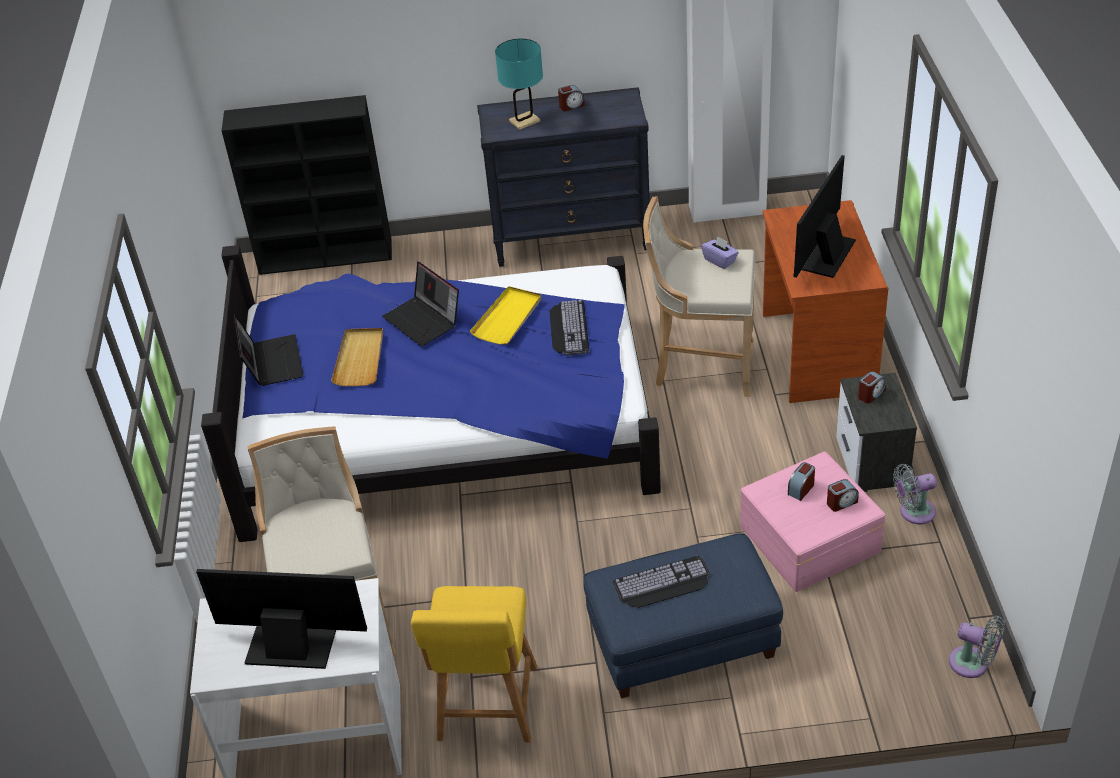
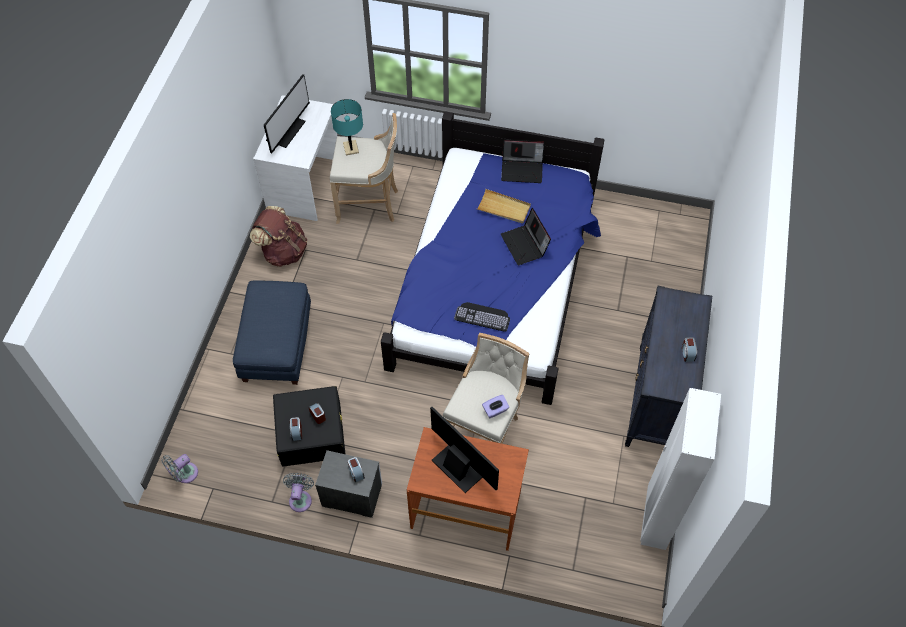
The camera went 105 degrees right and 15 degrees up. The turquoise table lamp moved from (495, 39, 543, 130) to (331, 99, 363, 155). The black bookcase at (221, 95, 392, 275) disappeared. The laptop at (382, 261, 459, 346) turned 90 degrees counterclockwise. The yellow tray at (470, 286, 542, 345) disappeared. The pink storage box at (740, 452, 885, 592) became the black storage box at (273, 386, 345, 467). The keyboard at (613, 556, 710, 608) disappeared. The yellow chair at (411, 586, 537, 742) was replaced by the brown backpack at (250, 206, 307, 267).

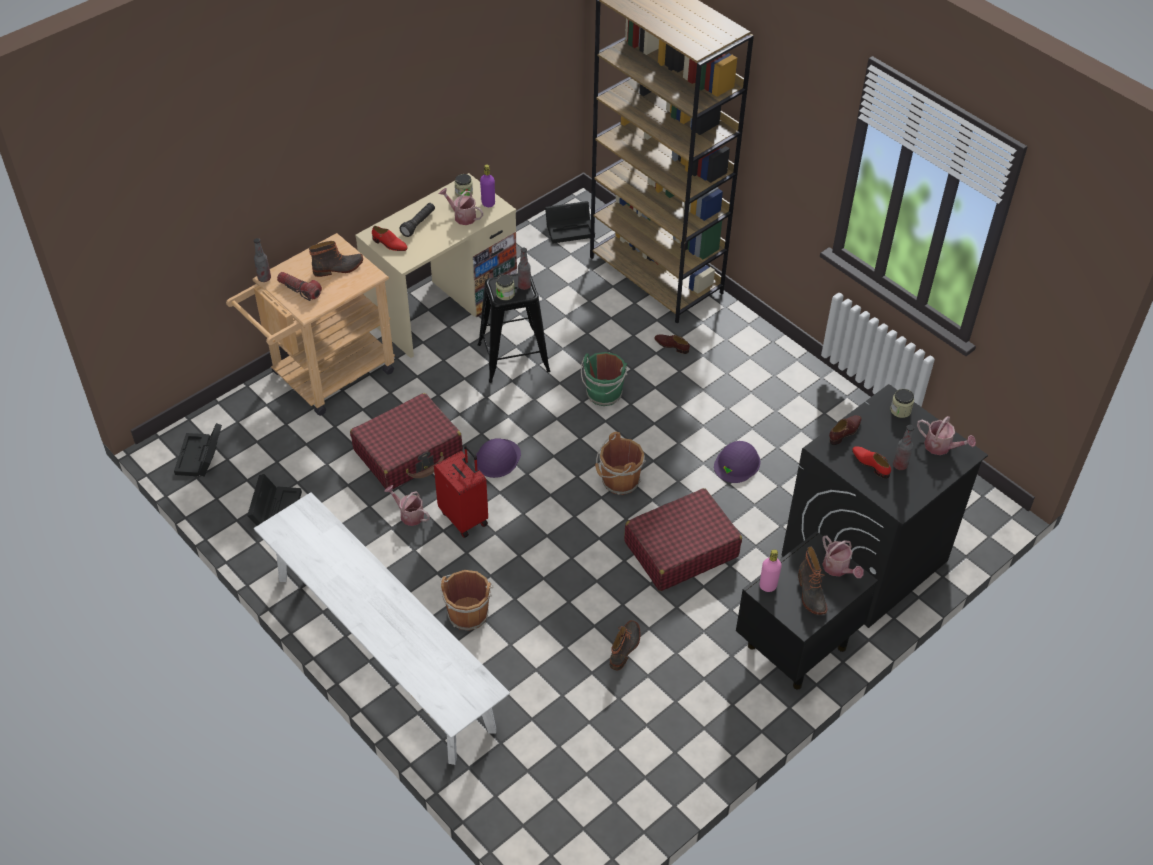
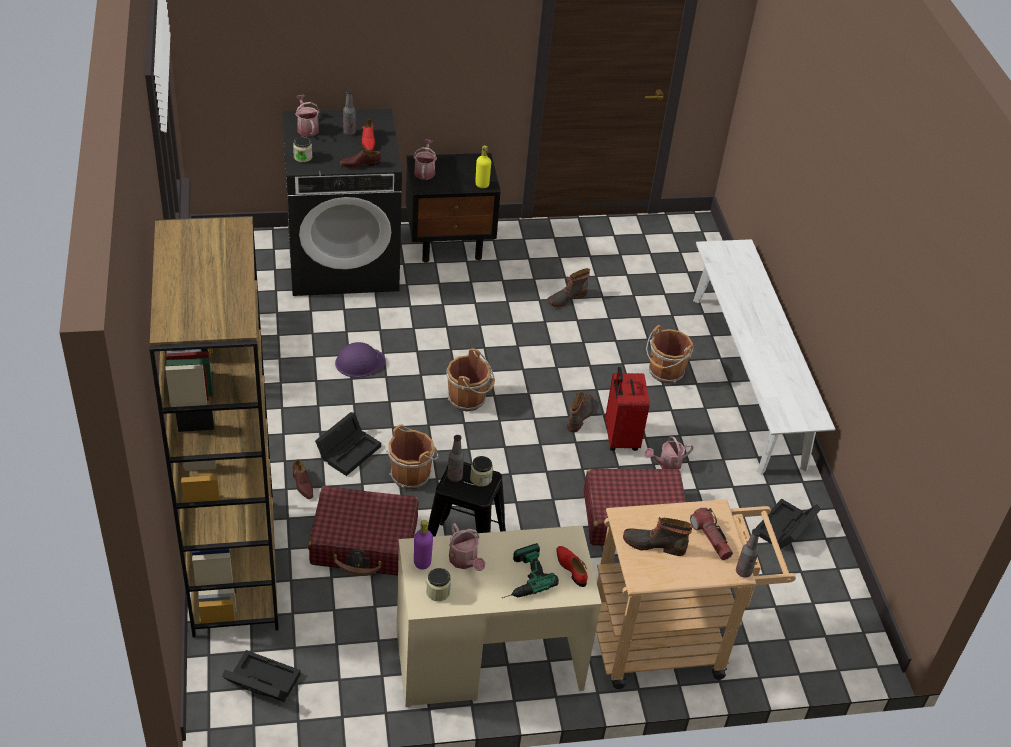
The camera went 150 degrees left and 5 degrees down. The black flashlight at (400, 203, 435, 237) was replaced by the power drill at (502, 543, 559, 598). The green bucket at (581, 352, 627, 406) became the brown bucket at (386, 425, 438, 489). The black storage box moved from (174, 423, 222, 476) to (315, 412, 381, 476). The purple hard hat at (474, 439, 521, 478) disappeared. The watering can at (385, 485, 430, 526) turned 90 degrees clockwise. The red suitcase moved from (624, 488, 742, 591) to (308, 486, 419, 576). The boot moved from (798, 546, 827, 615) to (567, 392, 594, 433). The pink bottle at (760, 549, 782, 592) became the yellow bottle at (475, 145, 491, 188).

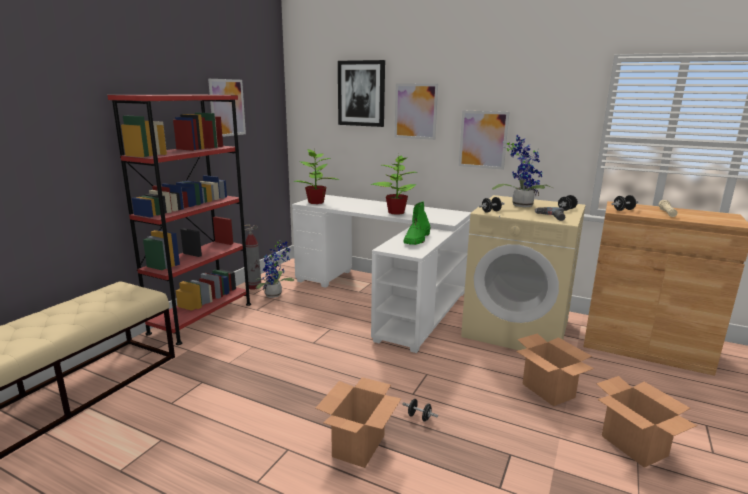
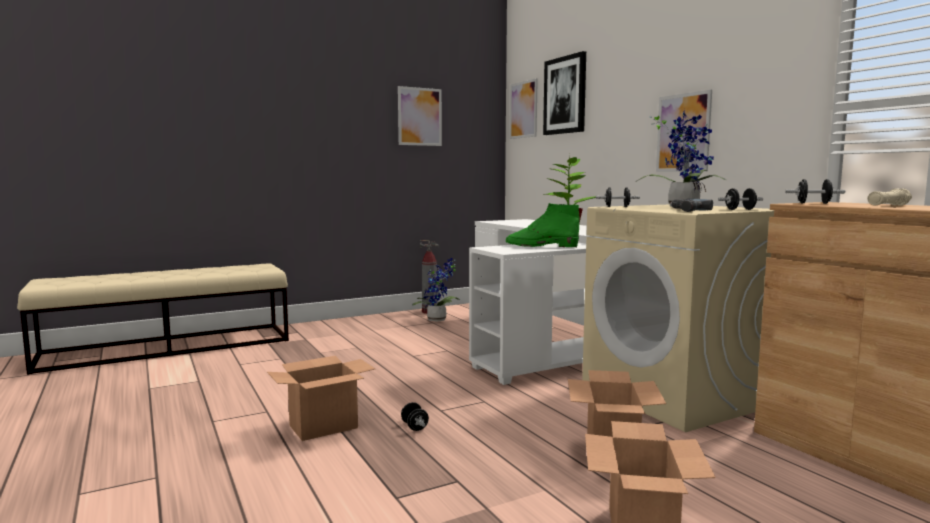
The camera went 35 degrees right and 10 degrees down. The picture moved from (394, 83, 438, 140) to (510, 78, 538, 139). The red bookcase at (107, 94, 251, 345) disappeared. The potted plant at (294, 149, 339, 204) disappeared. The green boot at (403, 202, 430, 245) turned 45 degrees clockwise.

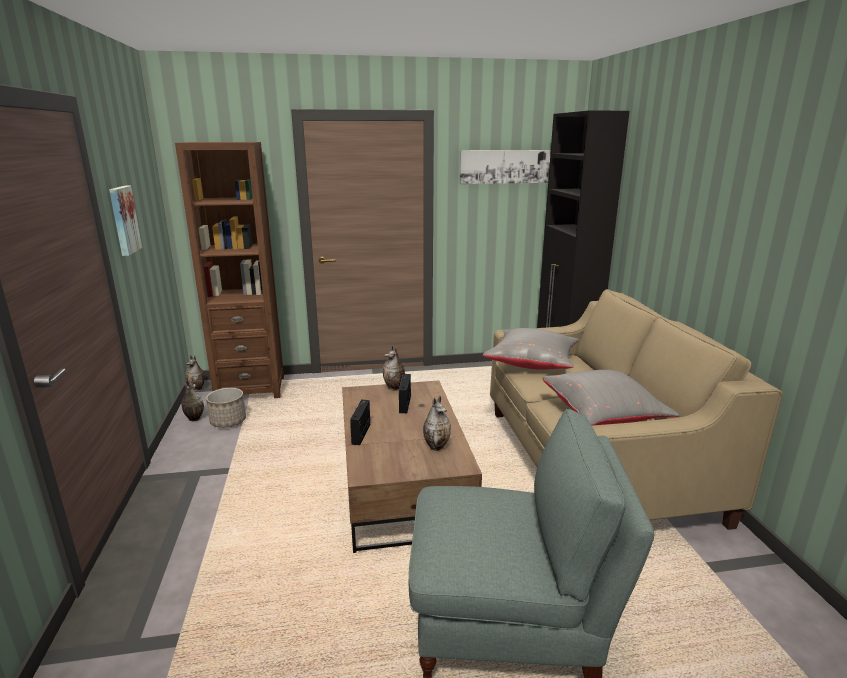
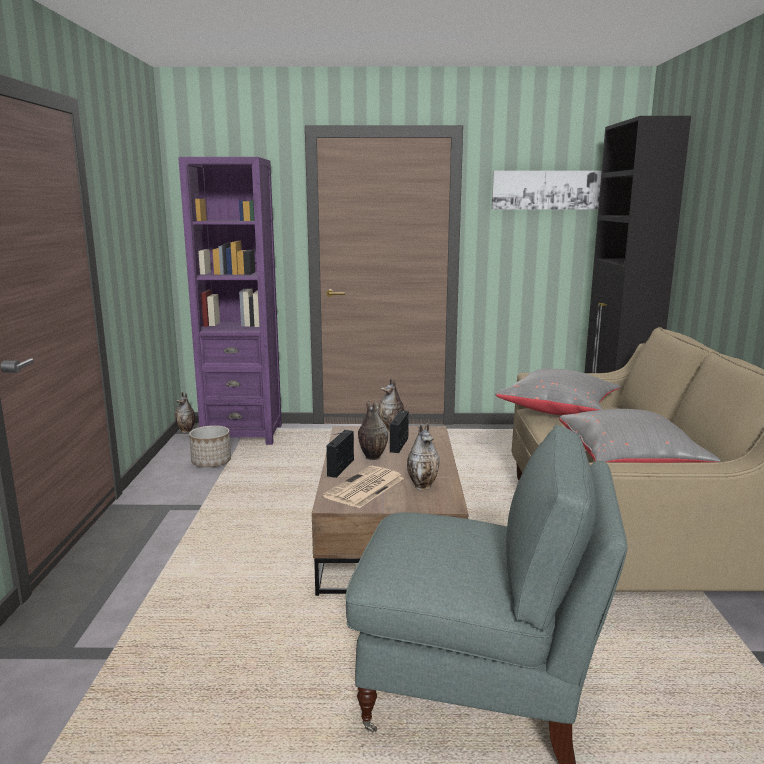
The camera went 10 degrees right and 5 degrees down. The brown bookcase at (175, 142, 284, 398) became the purple bookcase at (178, 157, 282, 445). The picture at (109, 186, 142, 256) disappeared. The vase moved from (181, 382, 204, 421) to (358, 401, 388, 460). The newspaper at (323, 466, 404, 508) appeared.

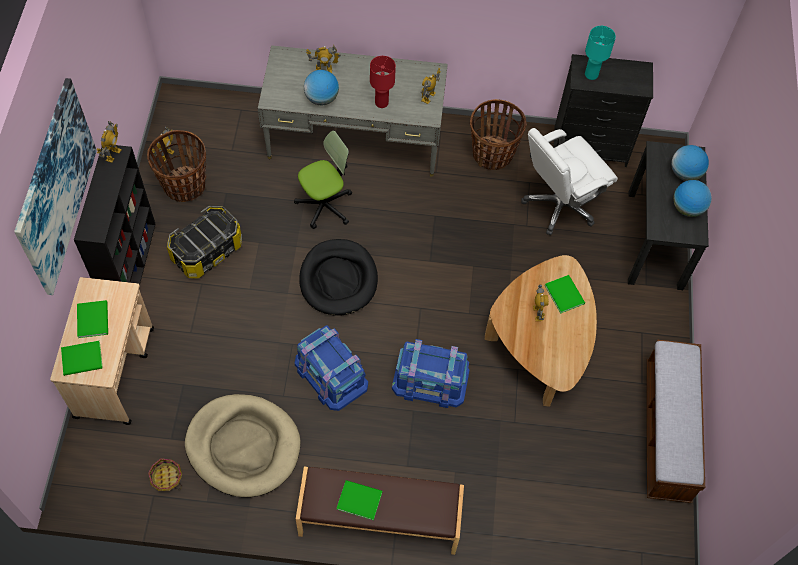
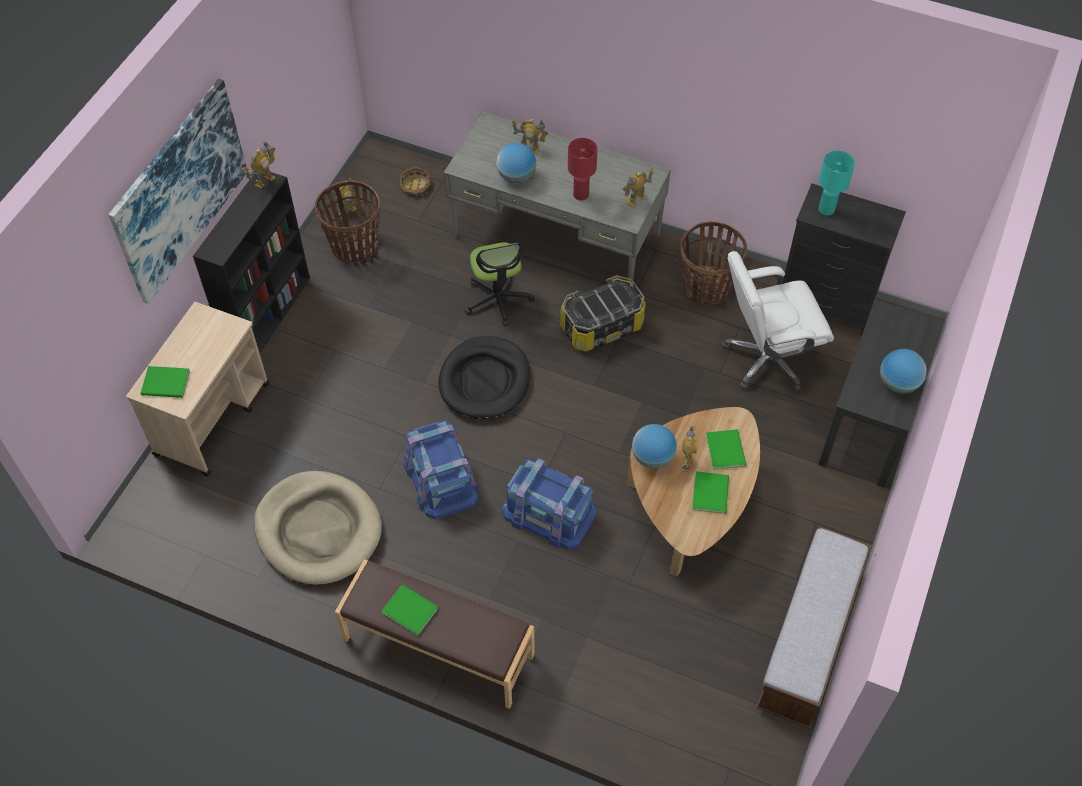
The camera went 20 degrees right and 5 degrees down. The office chair at (294, 130, 352, 229) turned 90 degrees clockwise. The globe moved from (671, 145, 709, 181) to (632, 424, 677, 469). The storage box moved from (167, 206, 242, 278) to (560, 275, 646, 352). The green book moved from (77, 300, 108, 338) to (692, 471, 729, 514). The basket moved from (148, 458, 182, 491) to (400, 167, 431, 196).

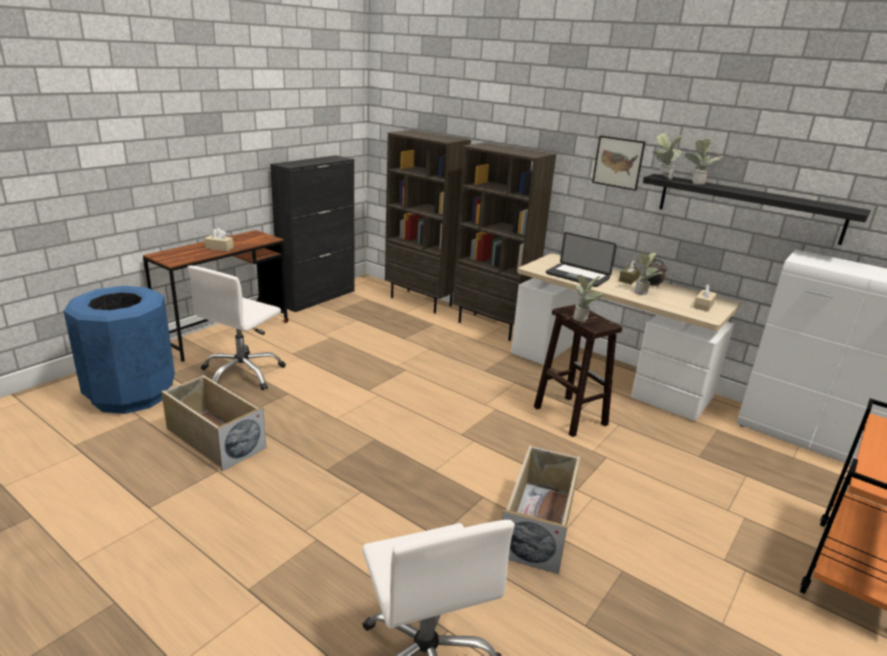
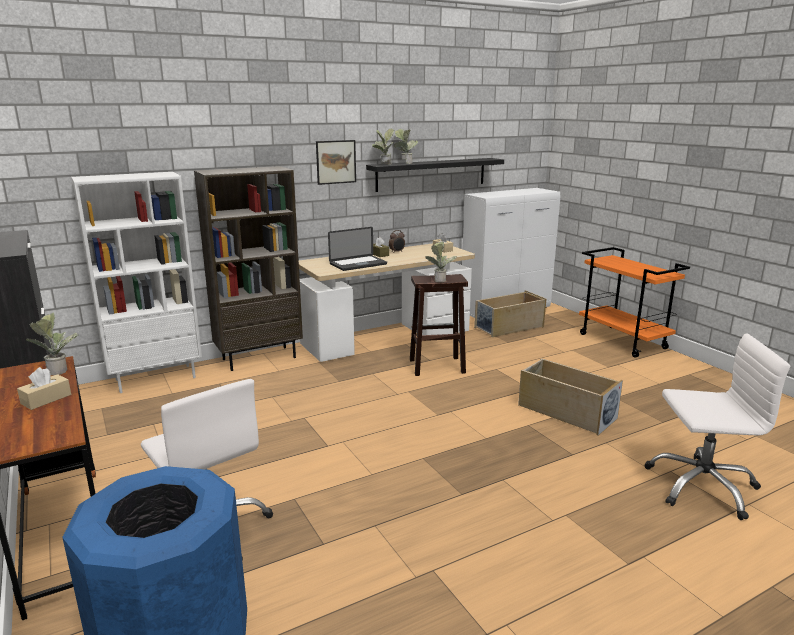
The camera went 65 degrees left and 5 degrees down. The brown bookcase at (385, 130, 471, 314) became the white bookcase at (72, 172, 202, 393). The potted plant moved from (633, 253, 662, 295) to (26, 312, 78, 376). The beige storage box moved from (161, 375, 266, 471) to (474, 290, 546, 337).

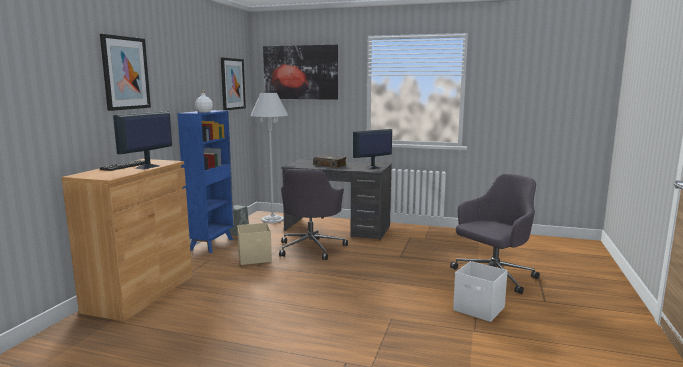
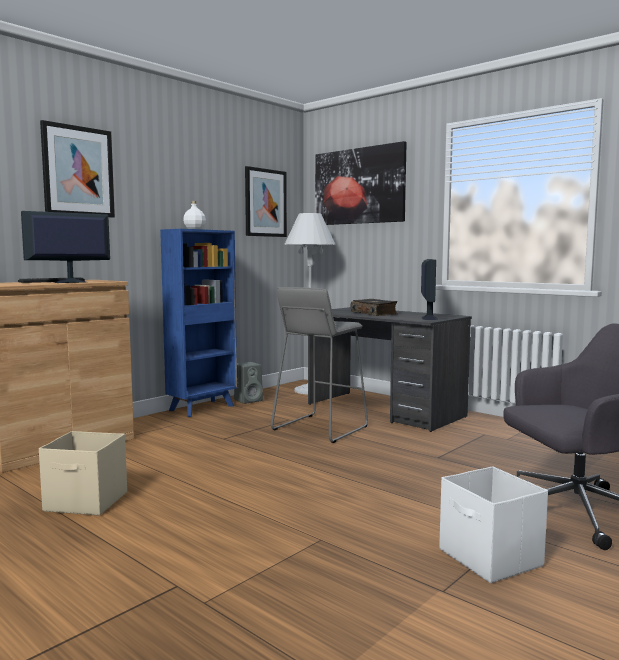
The camera went 25 degrees right and 5 degrees down. The monitor at (353, 129, 392, 170) turned 105 degrees clockwise. The grey office chair at (279, 169, 348, 260) was replaced by the grey stool at (271, 287, 368, 443). The beige storage box moved from (237, 223, 272, 265) to (39, 431, 127, 516).

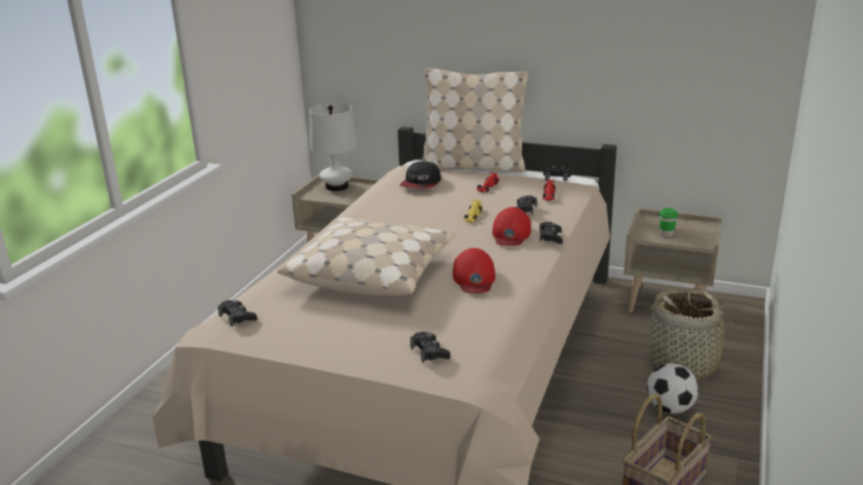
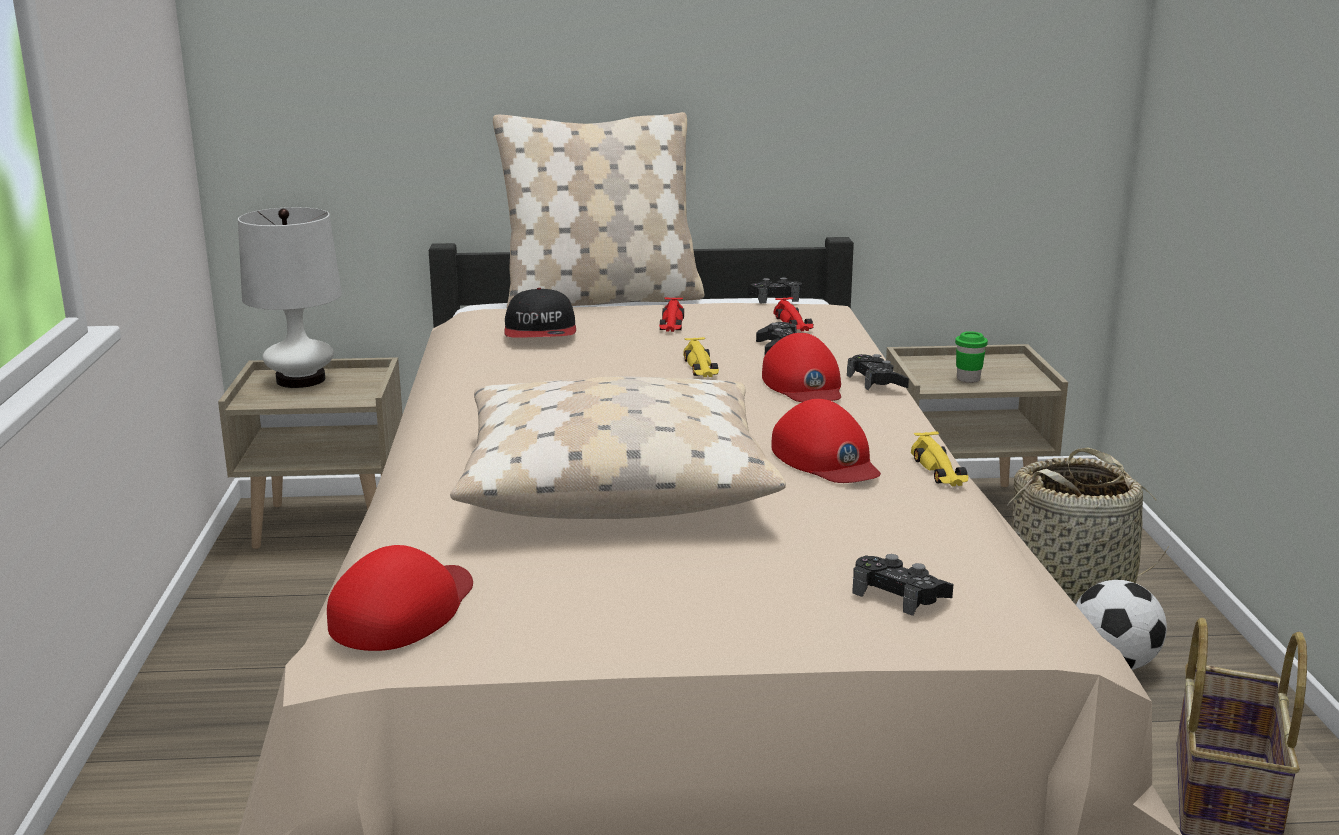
The camera went 25 degrees left and 5 degrees down. The black game controller at (218, 300, 257, 327) was replaced by the red cap at (327, 545, 473, 651). The yellow toy car at (911, 431, 968, 486) appeared.

